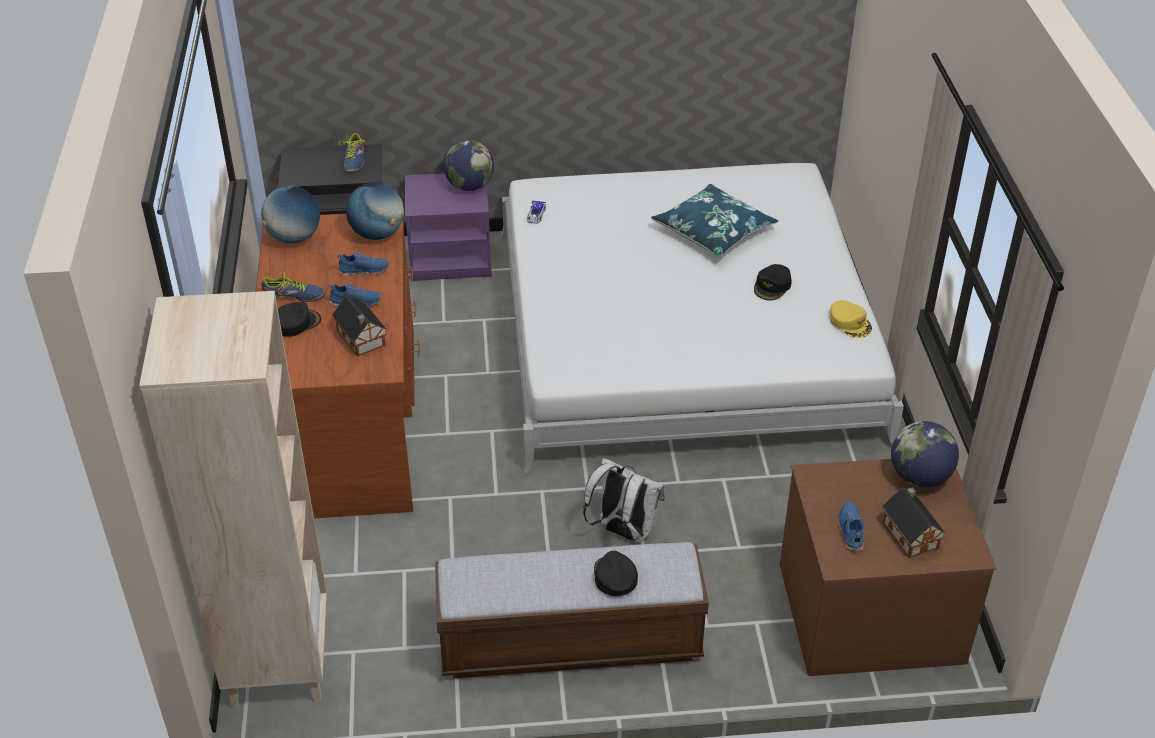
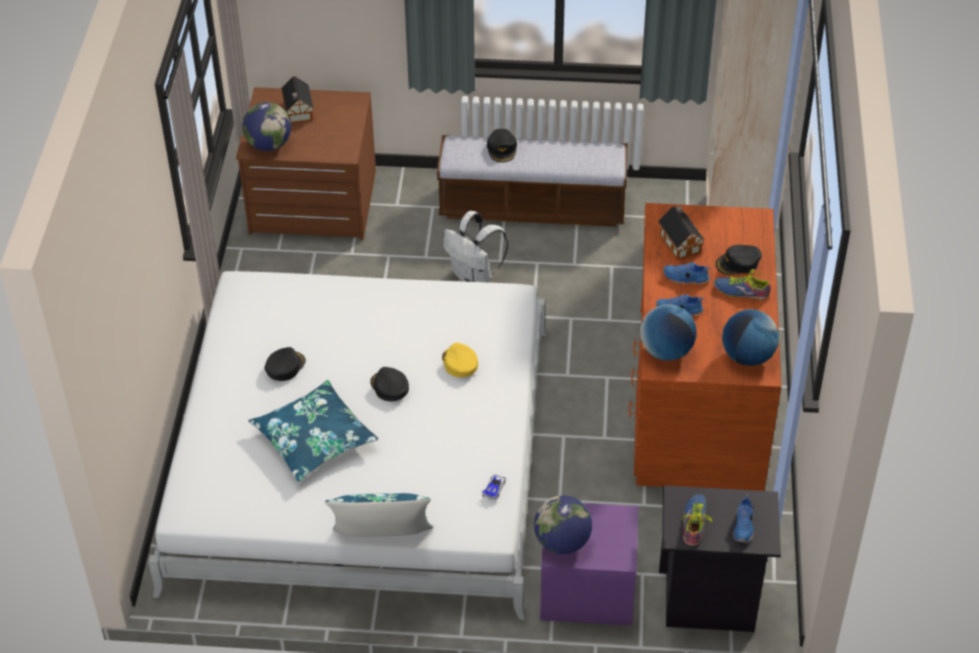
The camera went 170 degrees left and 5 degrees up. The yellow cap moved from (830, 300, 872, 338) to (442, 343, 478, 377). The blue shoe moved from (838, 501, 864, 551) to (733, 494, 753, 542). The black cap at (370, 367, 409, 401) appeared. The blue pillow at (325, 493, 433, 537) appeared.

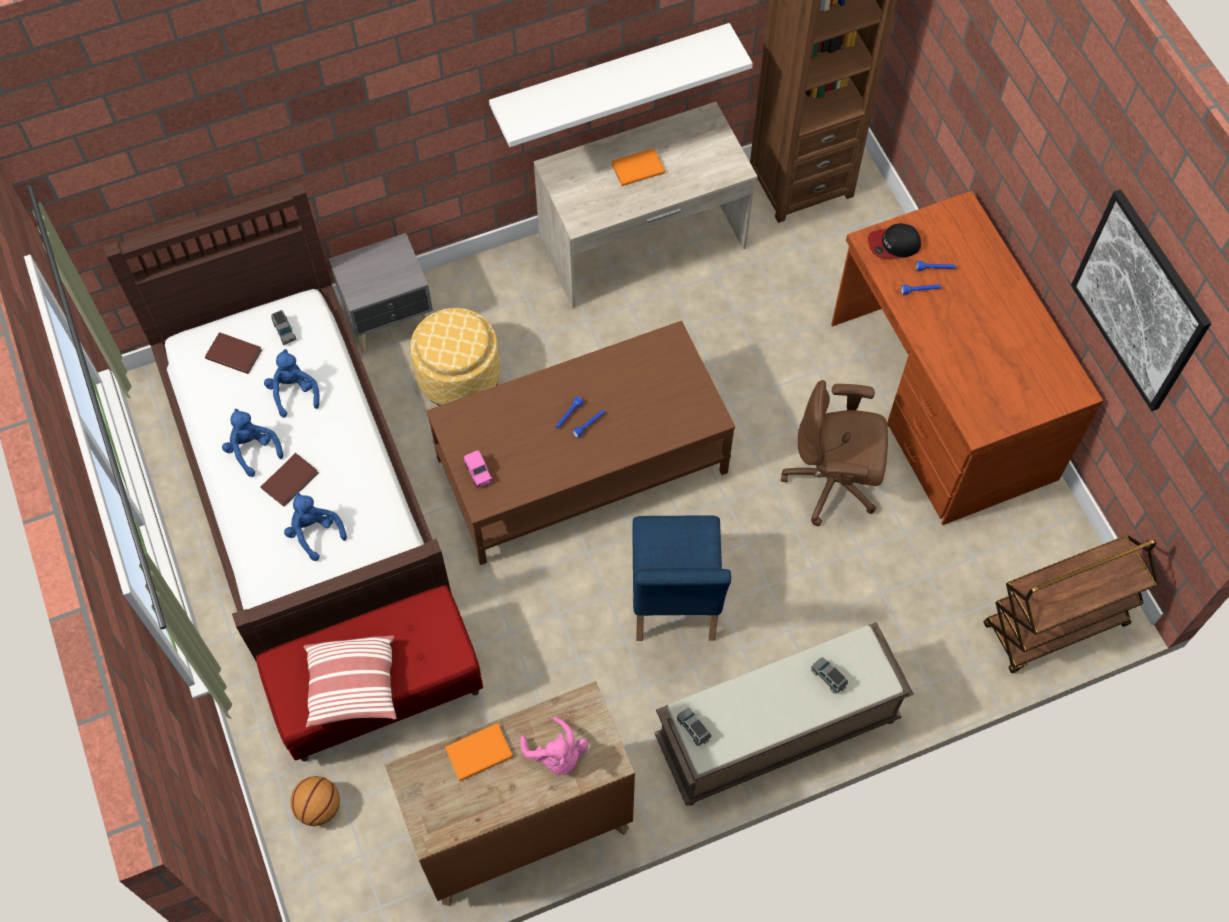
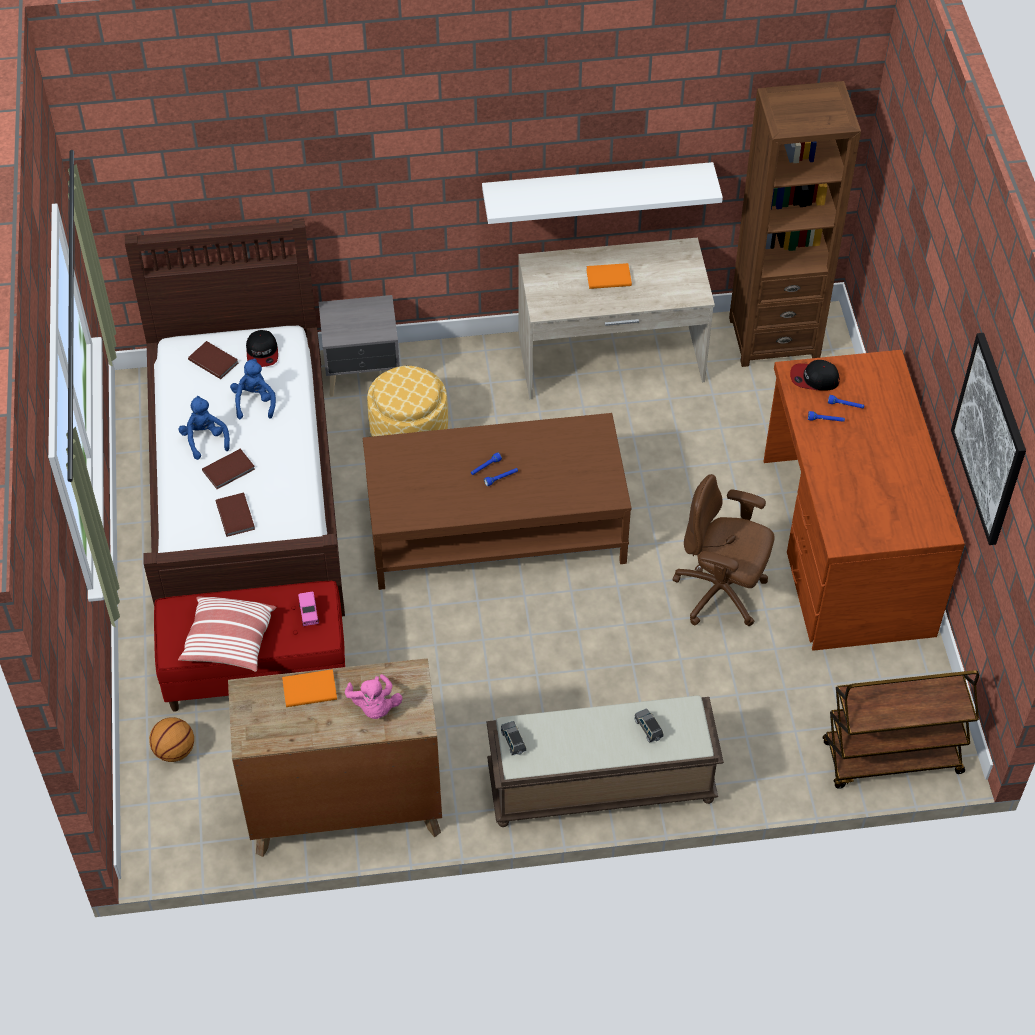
The camera went 15 degrees right and 10 degrees down. The grey toy car at (271, 310, 297, 345) was replaced by the cap at (246, 330, 278, 367). The pink toy car moved from (464, 450, 493, 488) to (298, 592, 319, 626). The blue plush toy at (284, 493, 347, 561) was replaced by the brown book at (216, 492, 255, 537). The blue chair at (632, 516, 731, 641) disappeared.

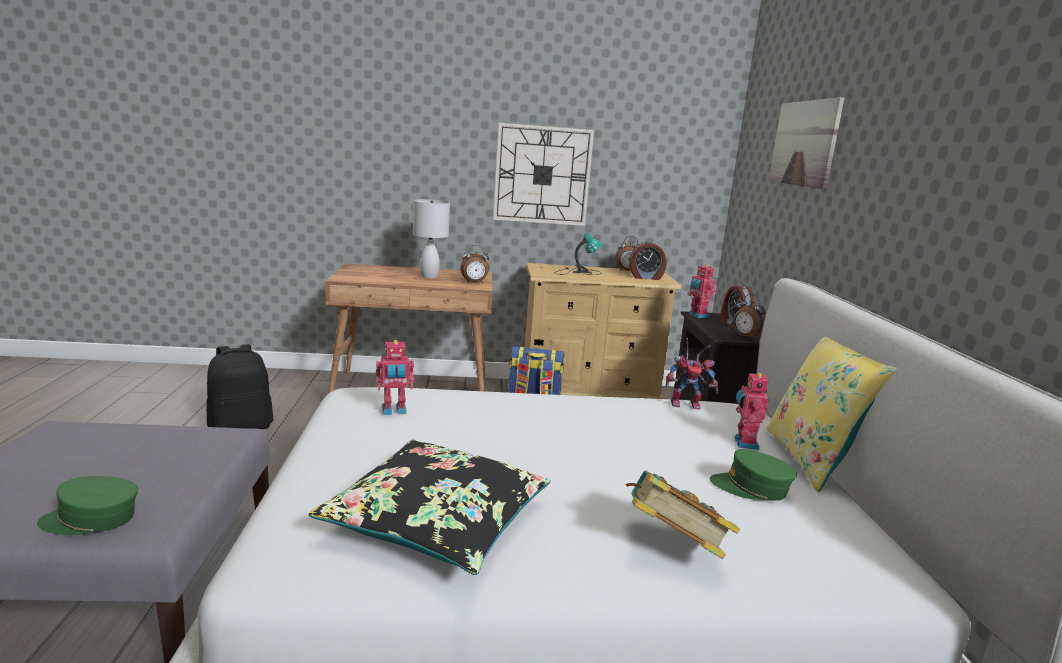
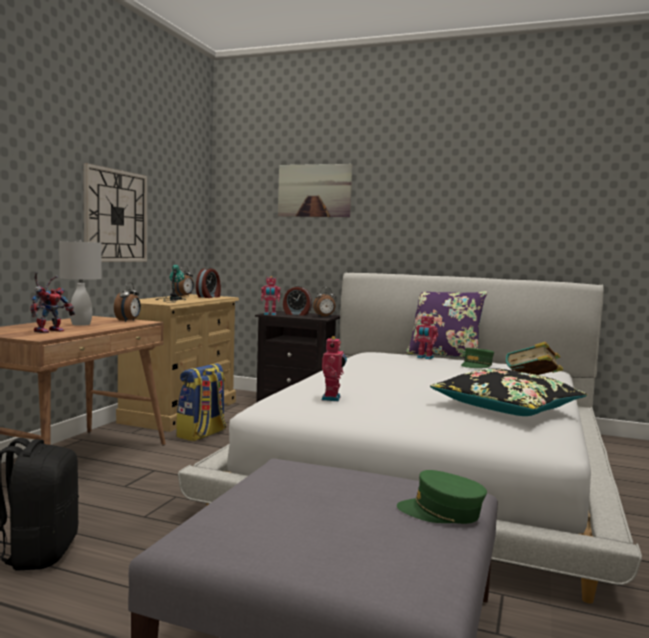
The camera went 65 degrees left and 10 degrees down. The yellow pillow at (766, 337, 896, 492) became the purple pillow at (405, 291, 487, 358). The toy robot moved from (666, 338, 718, 410) to (30, 272, 75, 333). The green cap at (37, 476, 138, 535) turned 90 degrees clockwise.

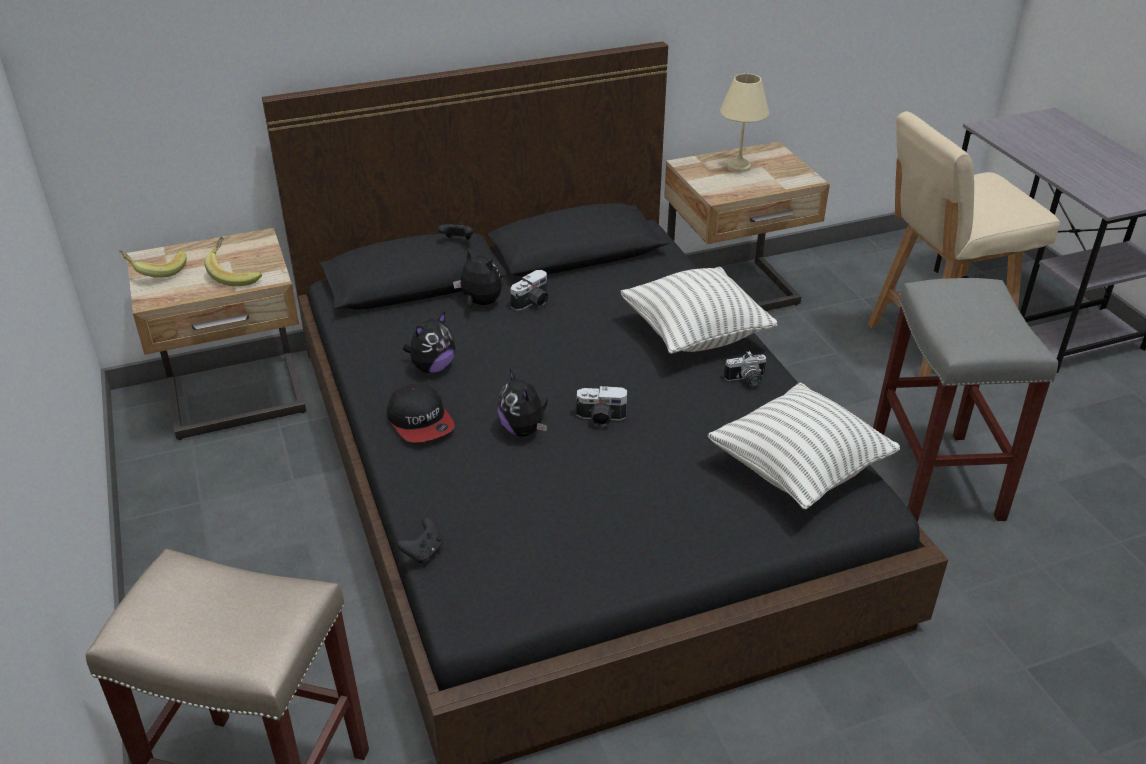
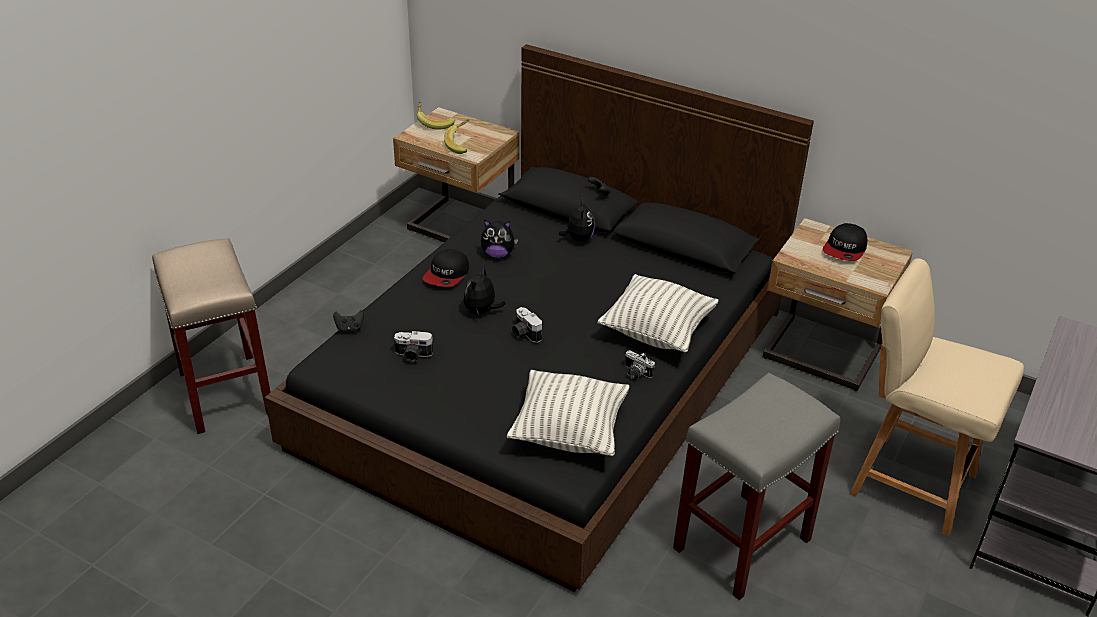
The camera went 50 degrees right and 0 degrees up. The beige table lamp at (720, 73, 769, 173) was replaced by the cap at (823, 223, 867, 261). The photo camera moved from (510, 270, 549, 311) to (394, 331, 433, 362).

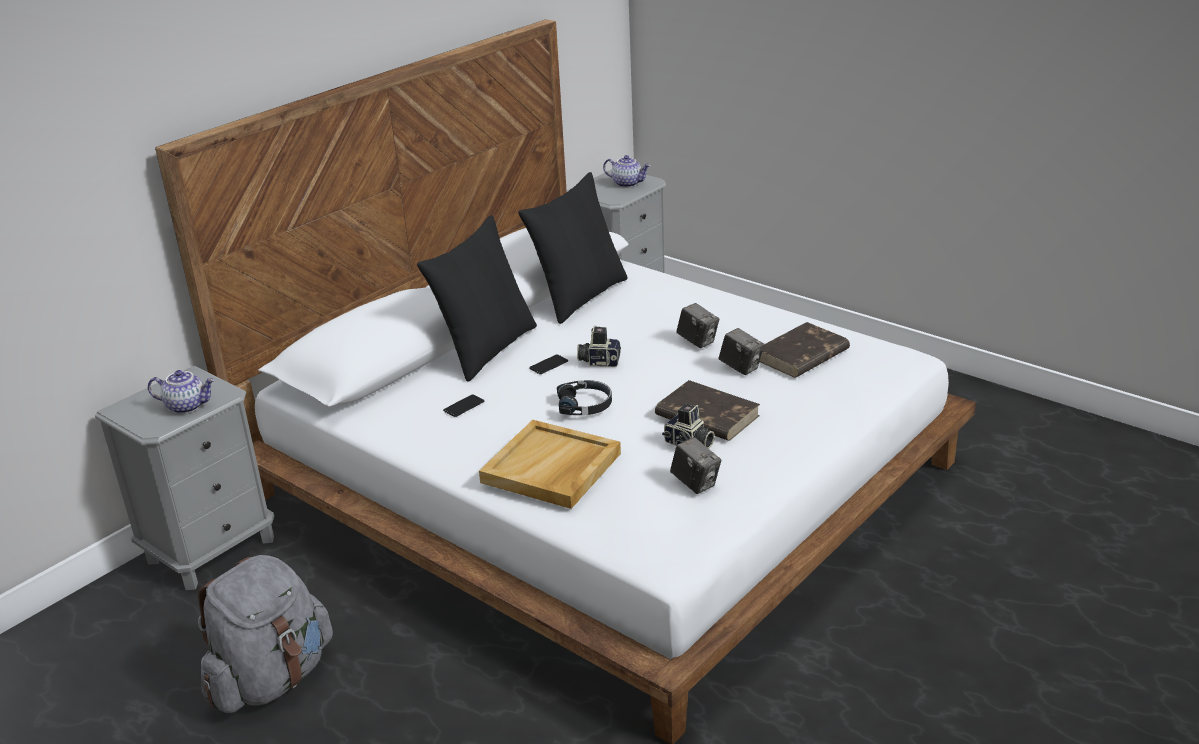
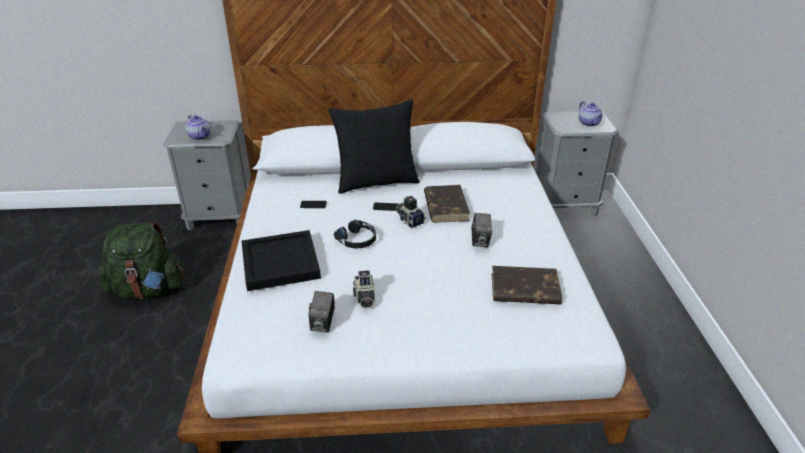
The camera went 45 degrees right and 5 degrees up. The black pillow at (518, 172, 628, 324) disappeared. The photo camera at (719, 328, 764, 375) disappeared. The brown book moved from (655, 380, 760, 441) to (424, 185, 470, 223). The beige tray at (479, 420, 621, 509) became the black tray at (242, 230, 321, 291). The grey backpack at (198, 555, 333, 713) became the green backpack at (99, 223, 184, 299).

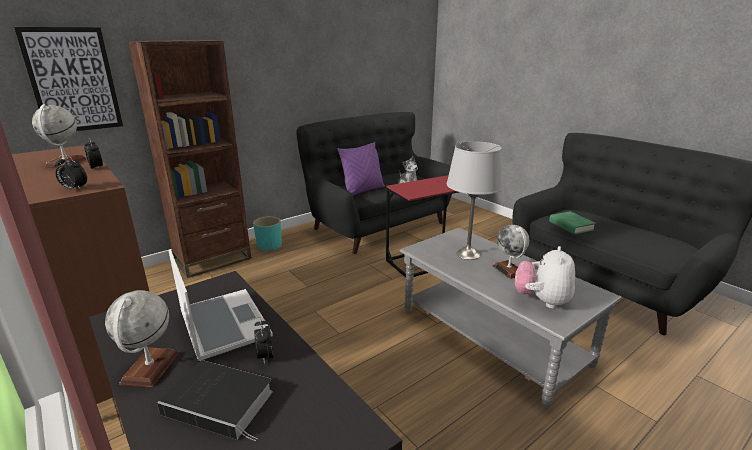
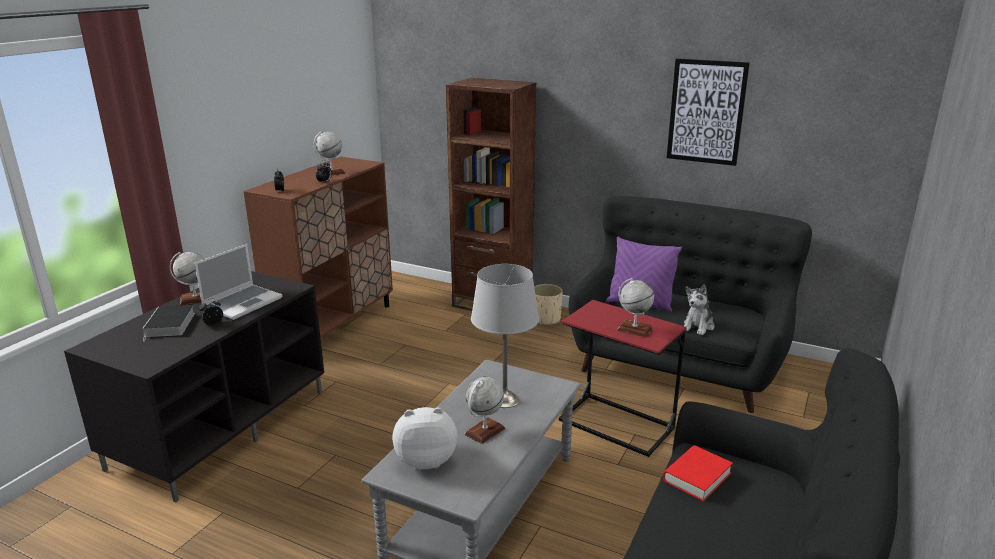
The camera went 65 degrees right and 0 degrees up. The picture moved from (14, 27, 123, 131) to (667, 58, 750, 166). The green book at (549, 211, 596, 234) became the red book at (663, 445, 733, 502). The turquoise planter at (253, 216, 282, 251) became the beige planter at (534, 284, 563, 325). The globe at (617, 278, 654, 337) appeared.

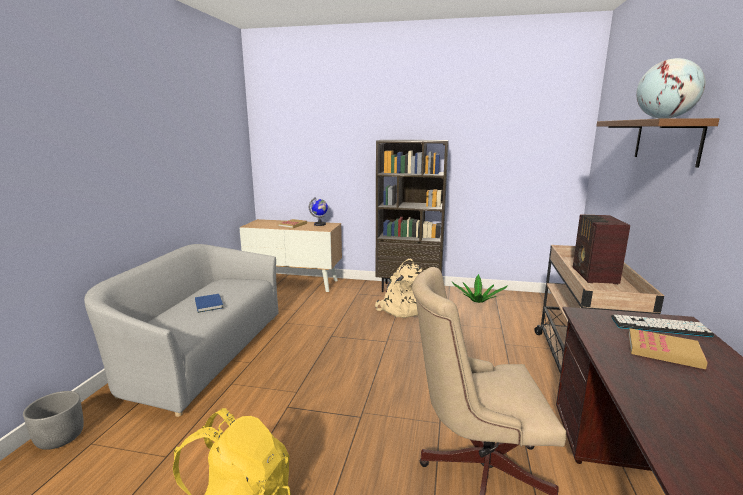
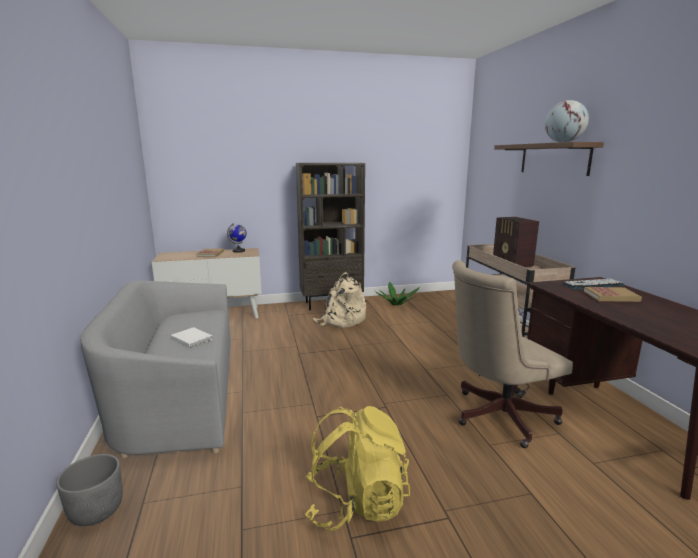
The camera went 25 degrees left and 0 degrees up. The blue book at (195, 294, 223, 313) became the white book at (171, 327, 212, 348).

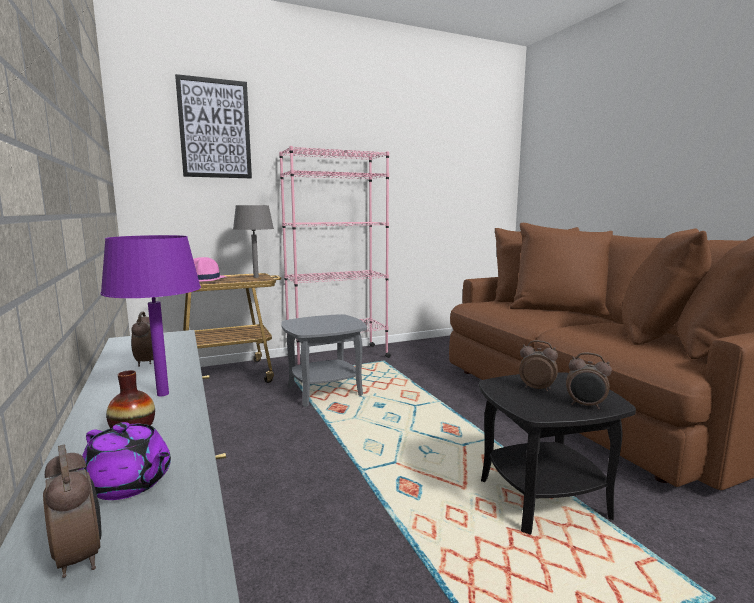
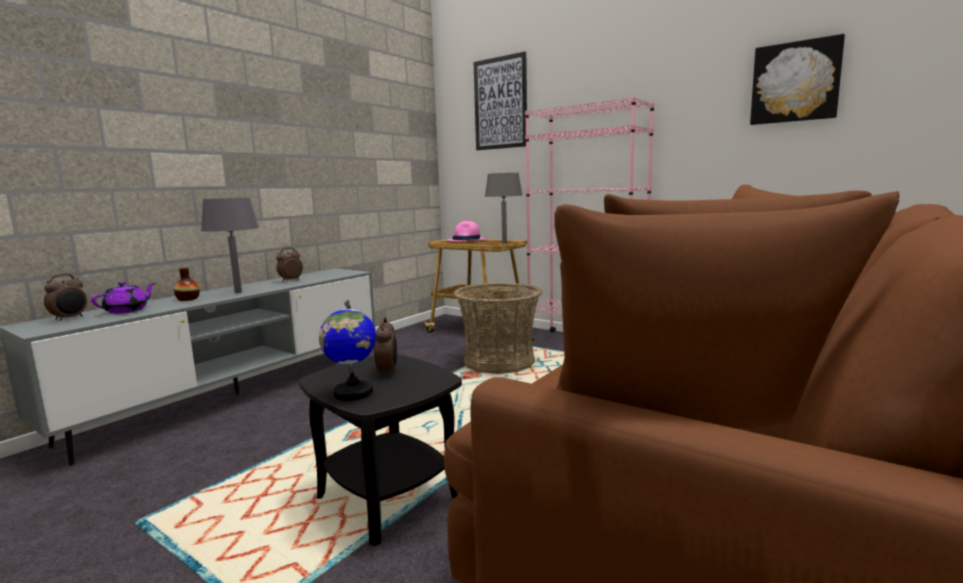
The camera went 60 degrees right and 0 degrees up. The purple table lamp at (100, 235, 201, 396) became the grey table lamp at (201, 198, 259, 293). The grey side table at (281, 314, 367, 407) was replaced by the basket at (453, 283, 542, 374). The alarm clock at (566, 352, 612, 409) was replaced by the globe at (319, 300, 376, 401). The purple teapot at (79, 422, 171, 500) turned 150 degrees counterclockwise. The picture at (750, 34, 845, 125) appeared.

